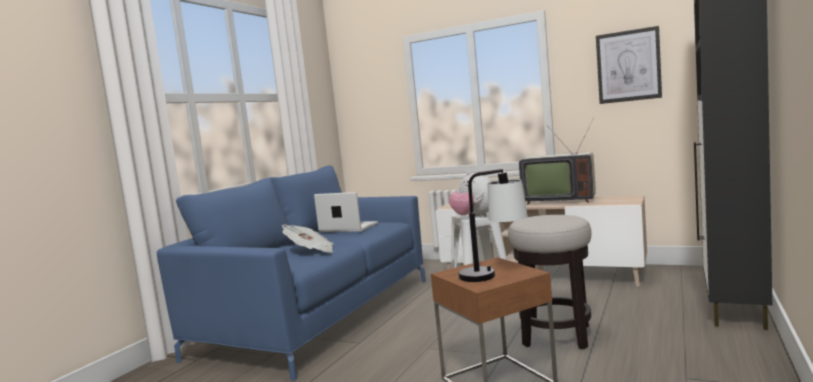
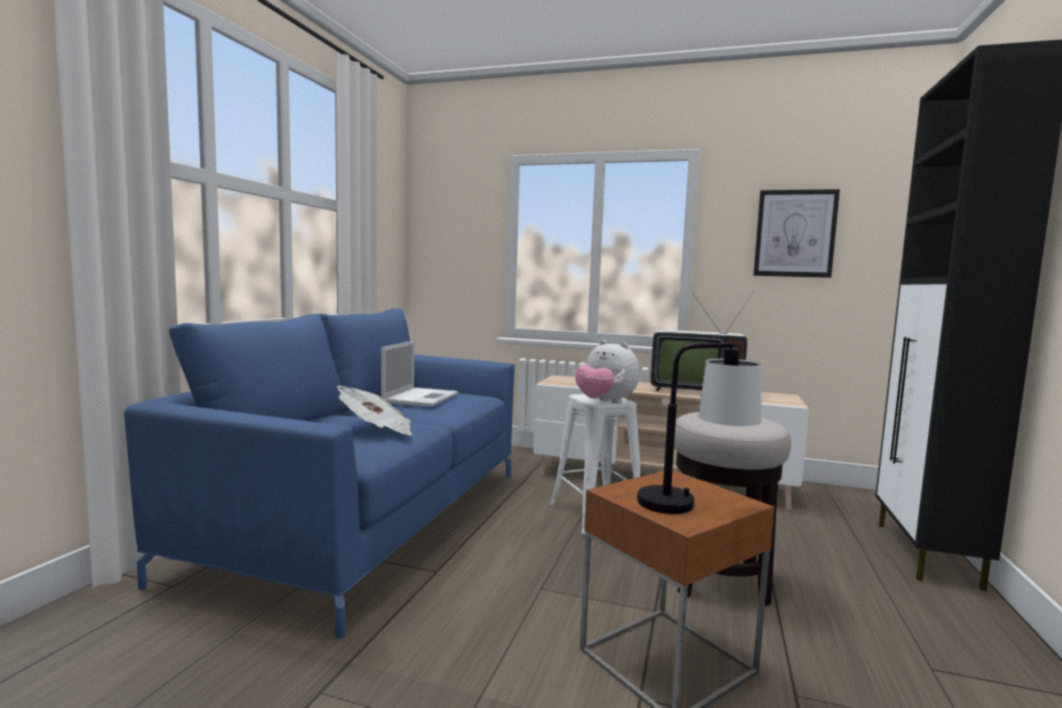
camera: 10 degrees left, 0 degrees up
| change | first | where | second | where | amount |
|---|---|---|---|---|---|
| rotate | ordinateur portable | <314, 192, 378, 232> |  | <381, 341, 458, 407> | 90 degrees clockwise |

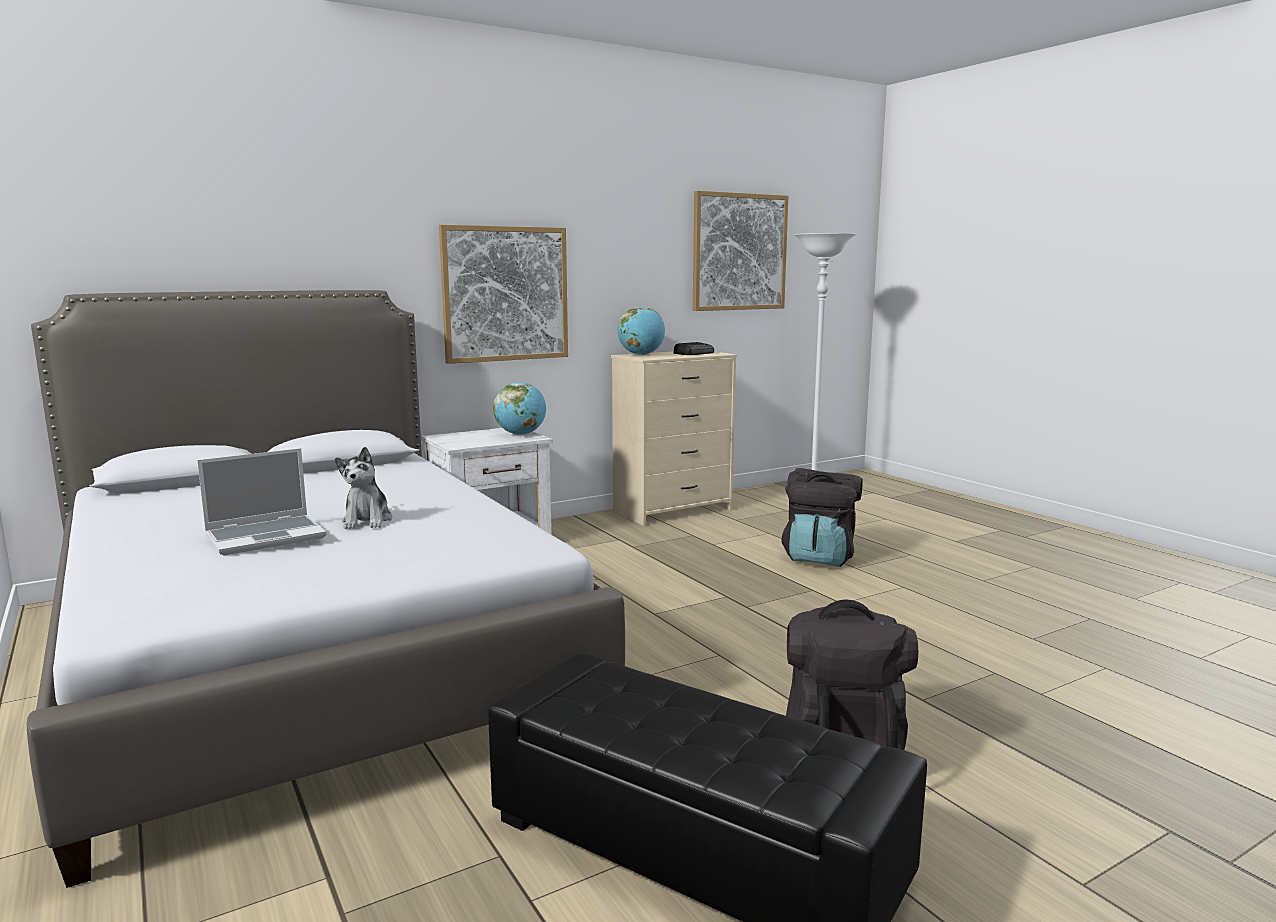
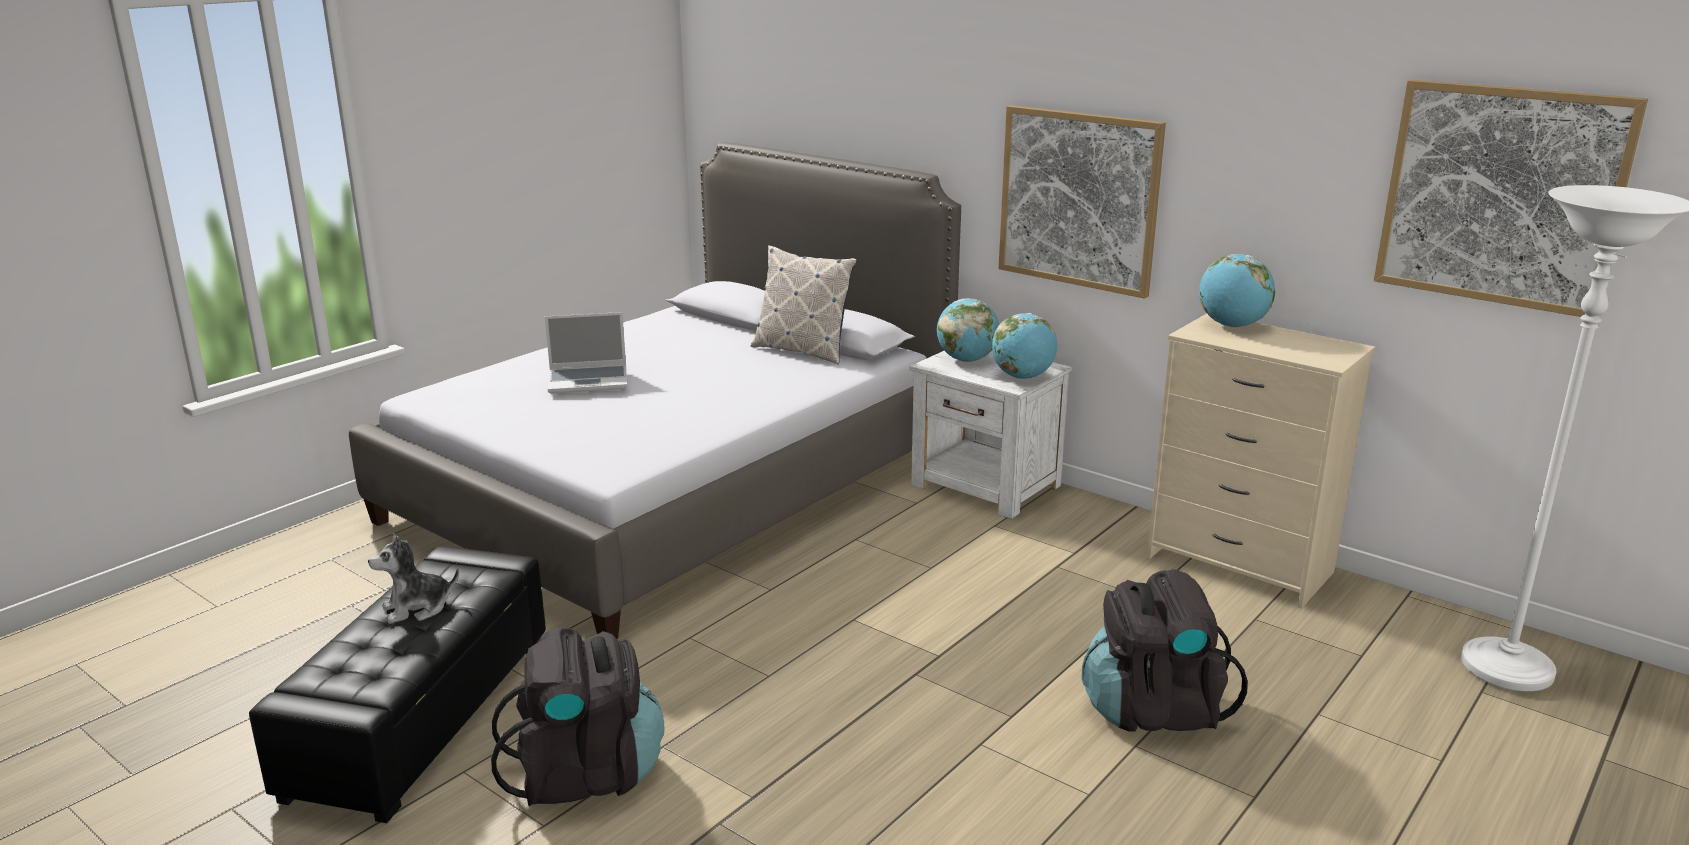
camera: 70 degrees right, 10 degrees up
| change | first | where | second | where | amount |
|---|---|---|---|---|---|
| delete | radio | <674, 342, 714, 355> |  |  |  |
| move | peluche | <335, 447, 392, 529> |  | <368, 533, 459, 624> |  |
| rotate | ordinateur portable | <197, 448, 326, 556> |  | <545, 312, 627, 394> | 45 degrees counterclockwise |
| insert |  |  | coussin | <751, 245, 857, 365> |  |
| insert |  |  | globe | <937, 298, 999, 362> |  |

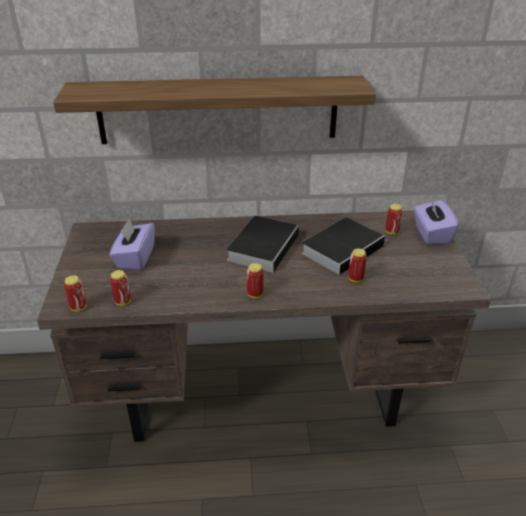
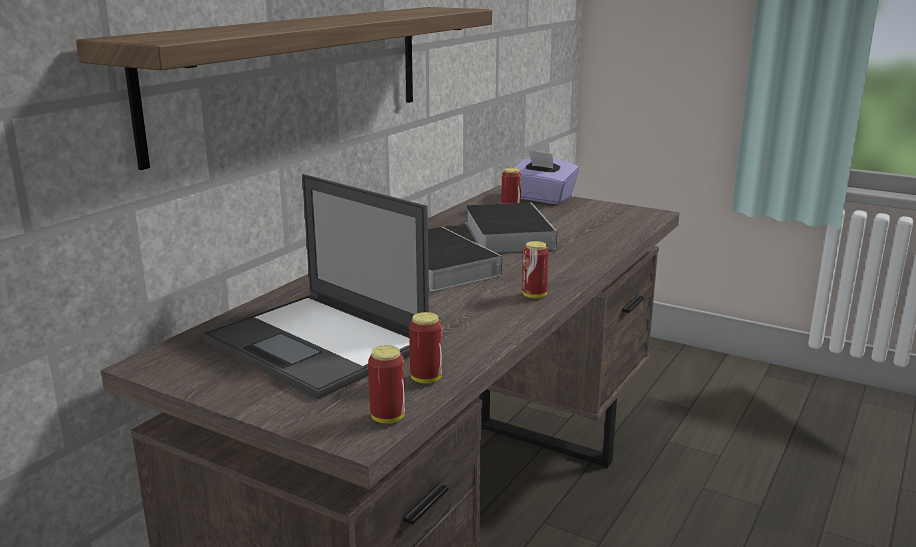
camera: 55 degrees left, 15 degrees down
| change | first | where | second | where | amount |
|---|---|---|---|---|---|
| replace | boîte à mouchoirs [violet] | <110, 219, 155, 271> | ordinateur portable | <203, 174, 429, 399> |  |
| delete | boîte métallique | <348, 248, 367, 283> |  |  |  |

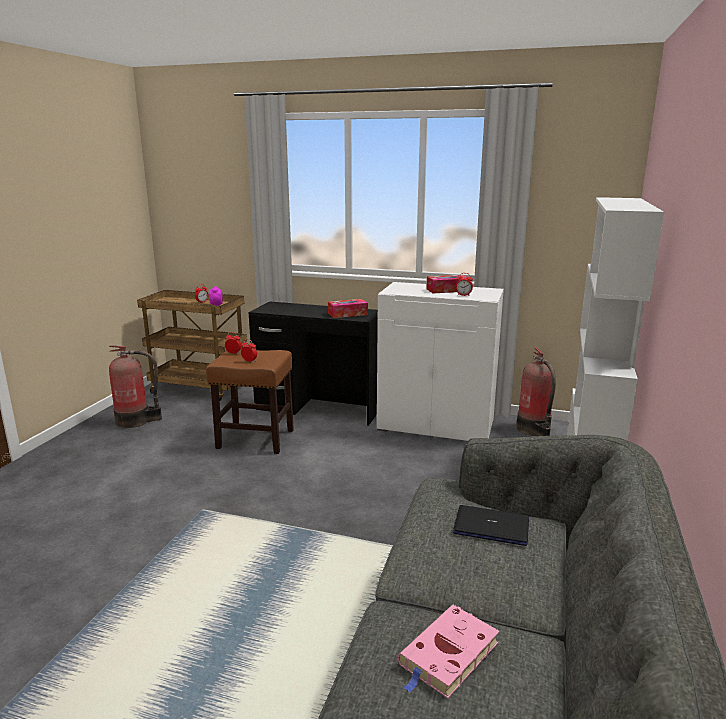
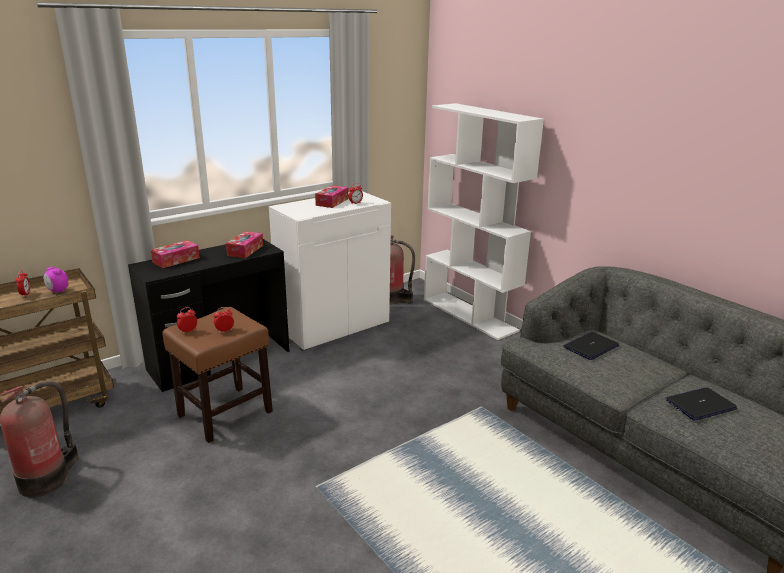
camera: 55 degrees left, 5 degrees up
| change | first | where | second | where | amount |
|---|---|---|---|---|---|
| replace | livre [rose] | <398, 605, 500, 698> | ordinateur portable | <666, 388, 737, 421> |  |
| insert |  |  | boîte à mouchoirs | <151, 240, 200, 268> |  |

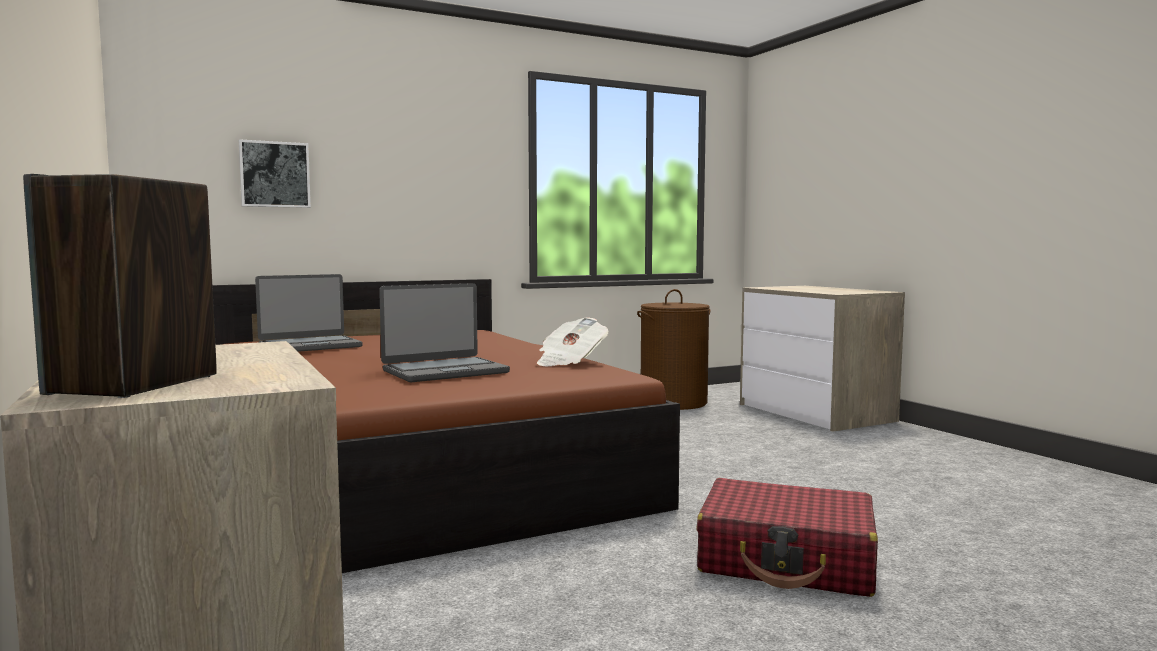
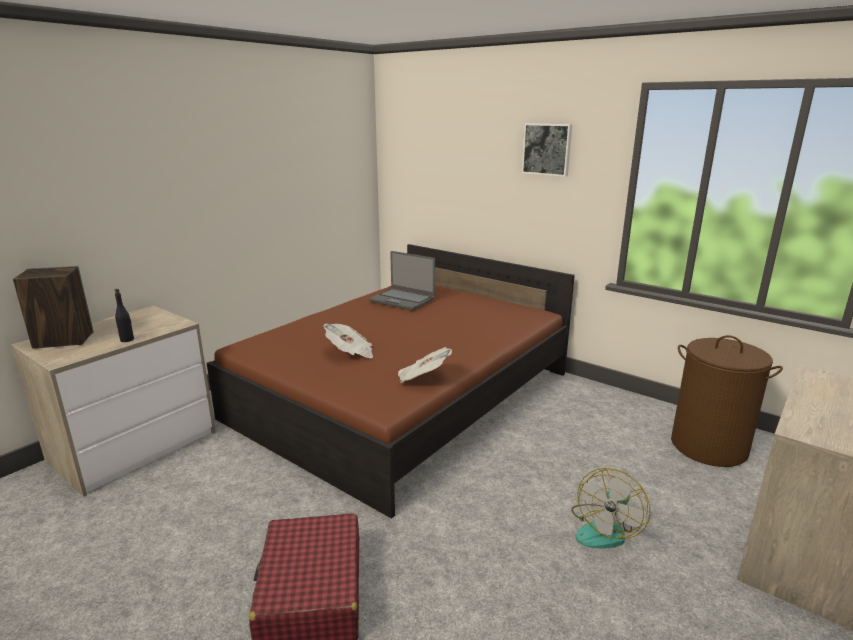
camera: 65 degrees right, 15 degrees up
| change | first | where | second | where | amount |
|---|---|---|---|---|---|
| move | tableau | <239, 139, 311, 208> |  | <522, 123, 572, 177> |  |
| replace | ordinateur portable | <379, 283, 510, 382> | journal | <323, 324, 373, 358> |  |
| insert |  |  | bouteille [noir] | <115, 289, 134, 342> |  |
| insert |  |  | ventilateur | <571, 468, 650, 548> |  |

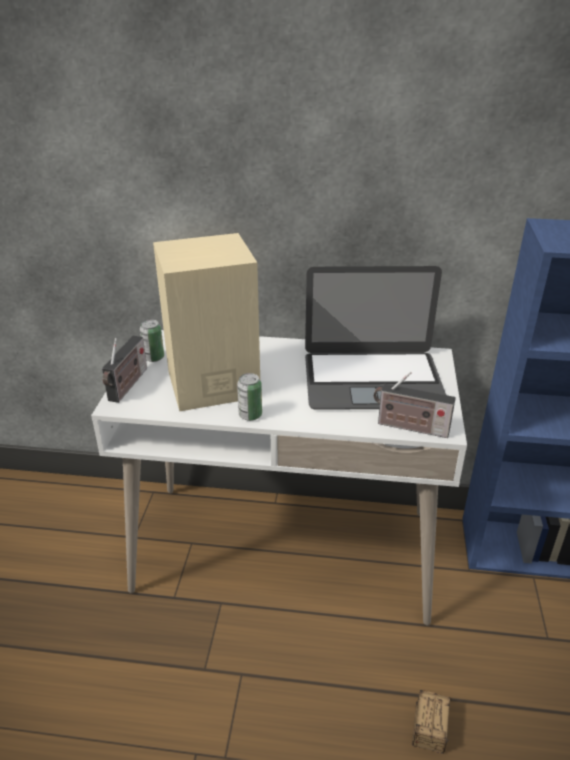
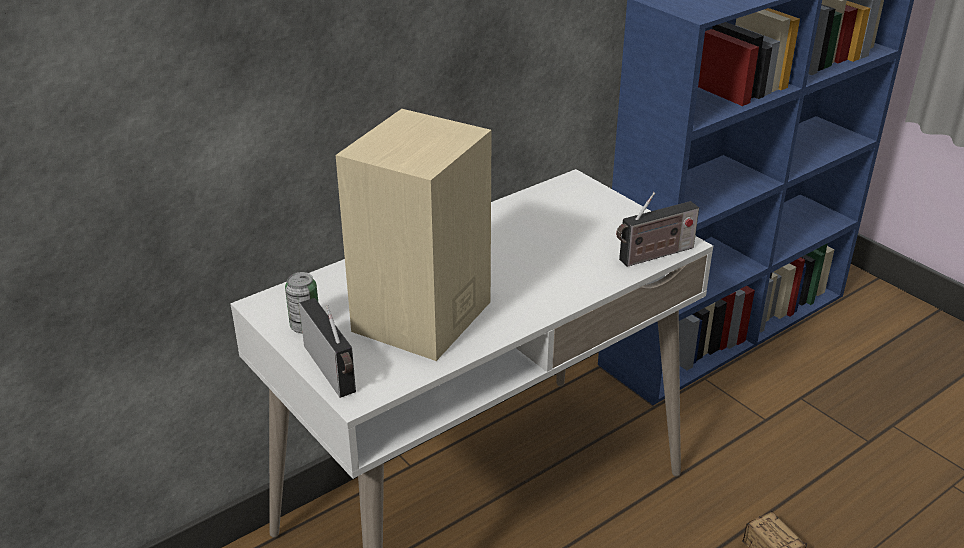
camera: 45 degrees left, 0 degrees up
| change | first | where | second | where | amount |
|---|---|---|---|---|---|
| delete | ordinateur portable | <305, 266, 446, 410> |  |  |  |
| delete | boîte métallique | <237, 373, 262, 421> |  |  |  |

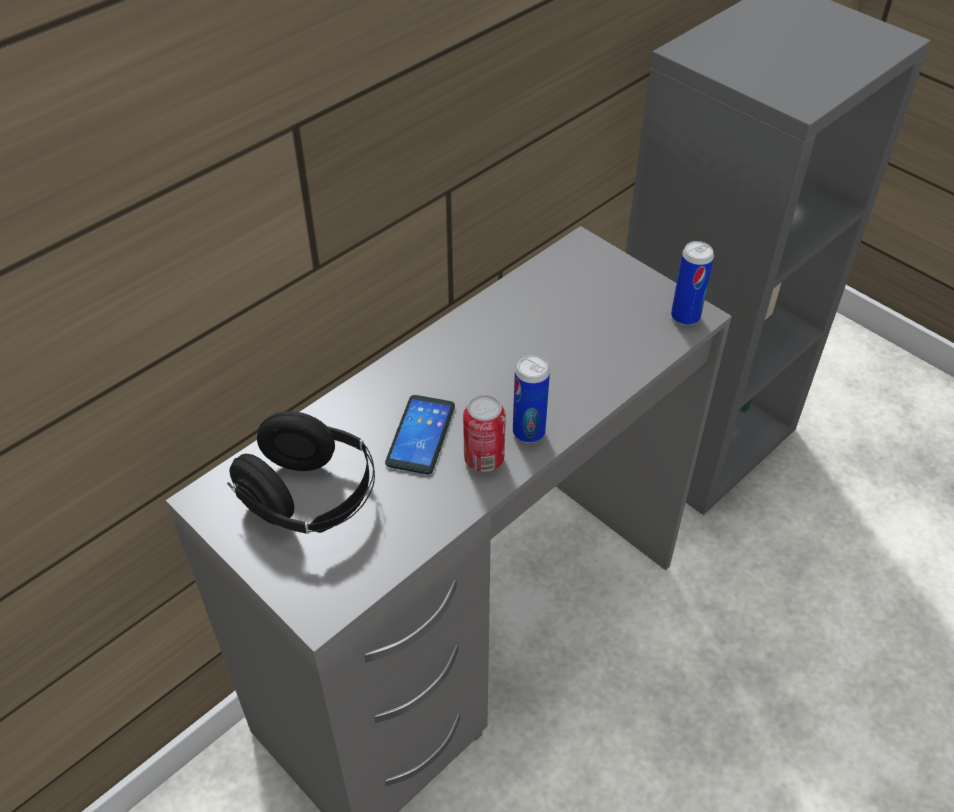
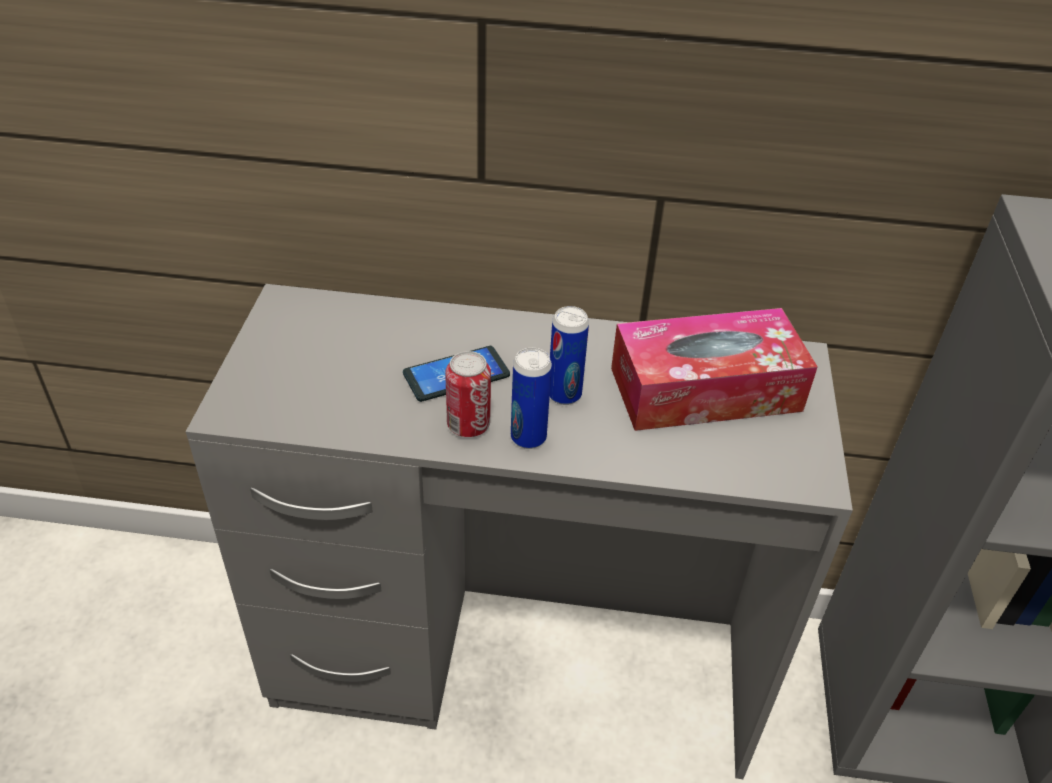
camera: 50 degrees right, 5 degrees down
| change | first | where | second | where | amount |
|---|---|---|---|---|---|
| move | boîte métallique | <671, 241, 714, 326> |  | <550, 306, 589, 405> |  |
| delete | casque audio [noir] | <227, 411, 375, 534> |  |  |  |
| insert |  |  | boîte à mouchoirs | <611, 308, 818, 431> |  |

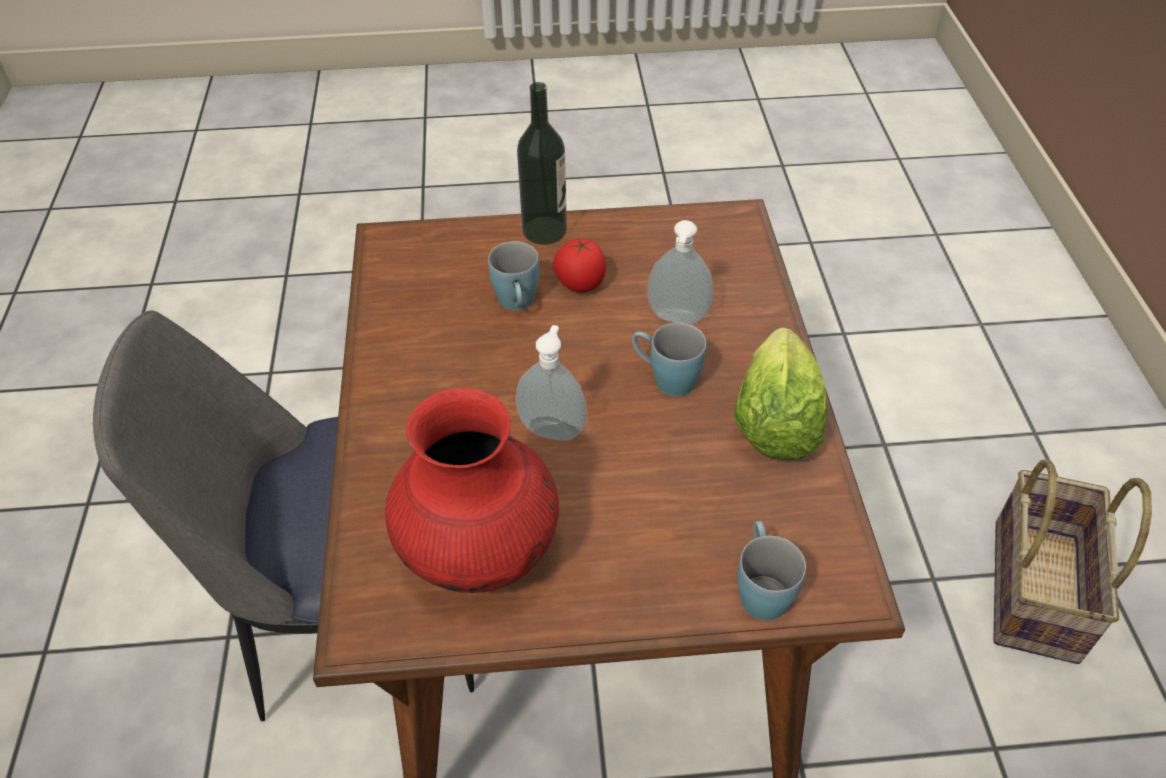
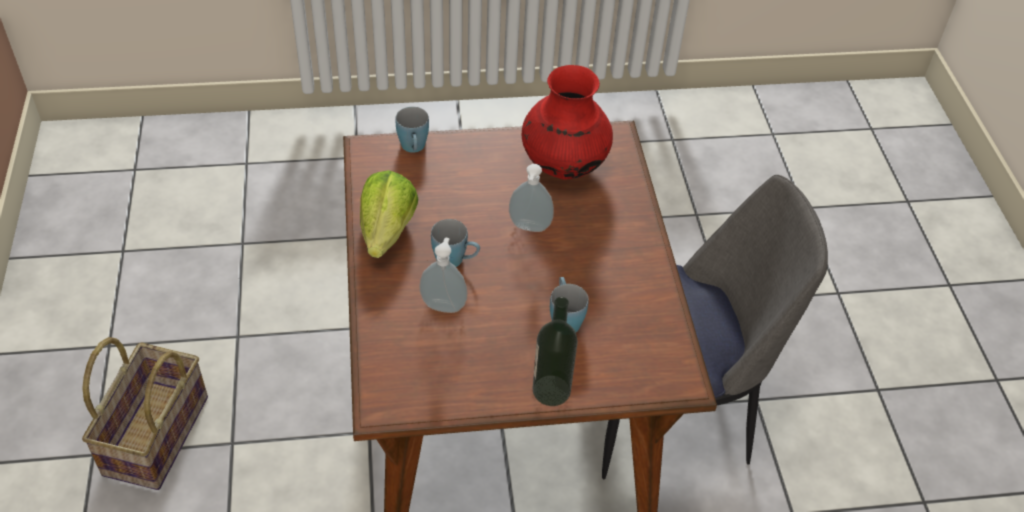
camera: 175 degrees right, 0 degrees up
| change | first | where | second | where | amount |
|---|---|---|---|---|---|
| delete | tomate | <553, 237, 606, 293> |  |  |  |

